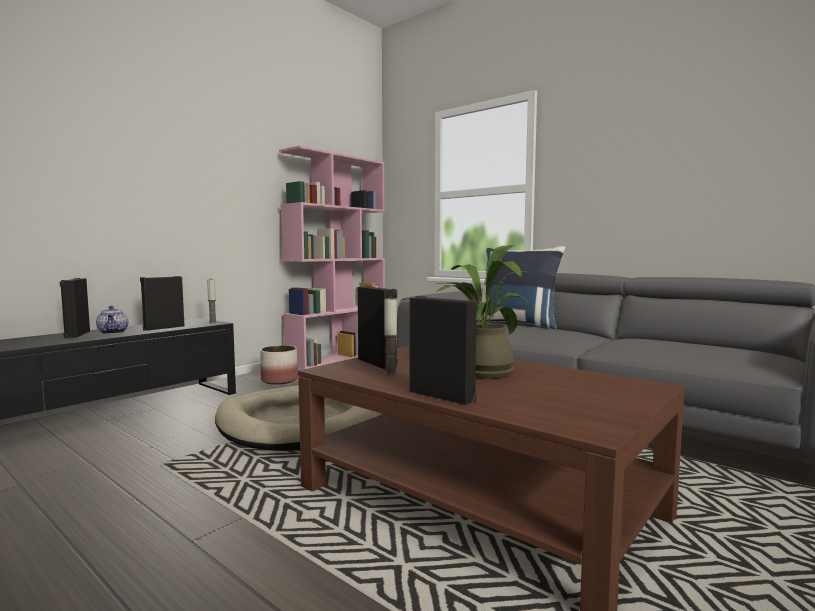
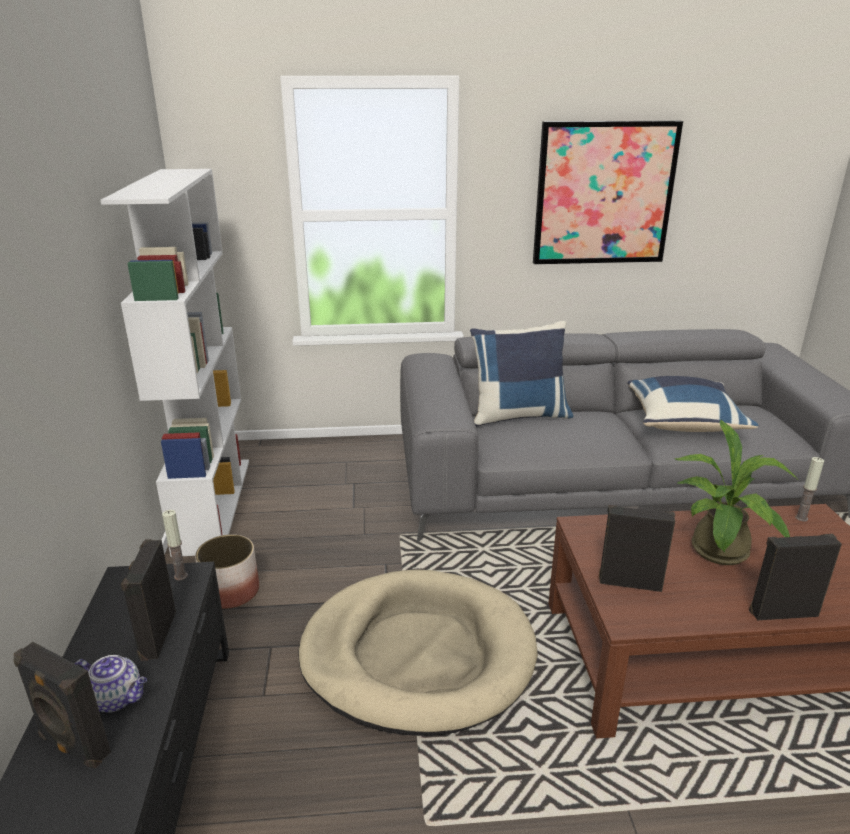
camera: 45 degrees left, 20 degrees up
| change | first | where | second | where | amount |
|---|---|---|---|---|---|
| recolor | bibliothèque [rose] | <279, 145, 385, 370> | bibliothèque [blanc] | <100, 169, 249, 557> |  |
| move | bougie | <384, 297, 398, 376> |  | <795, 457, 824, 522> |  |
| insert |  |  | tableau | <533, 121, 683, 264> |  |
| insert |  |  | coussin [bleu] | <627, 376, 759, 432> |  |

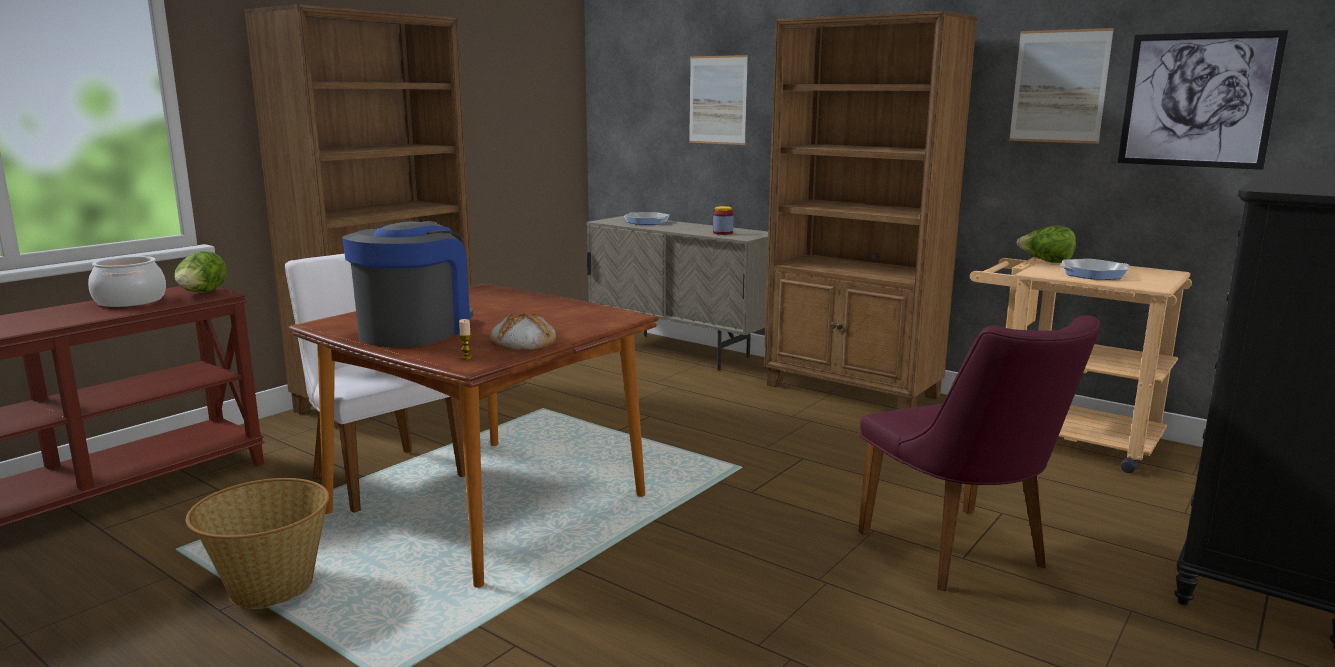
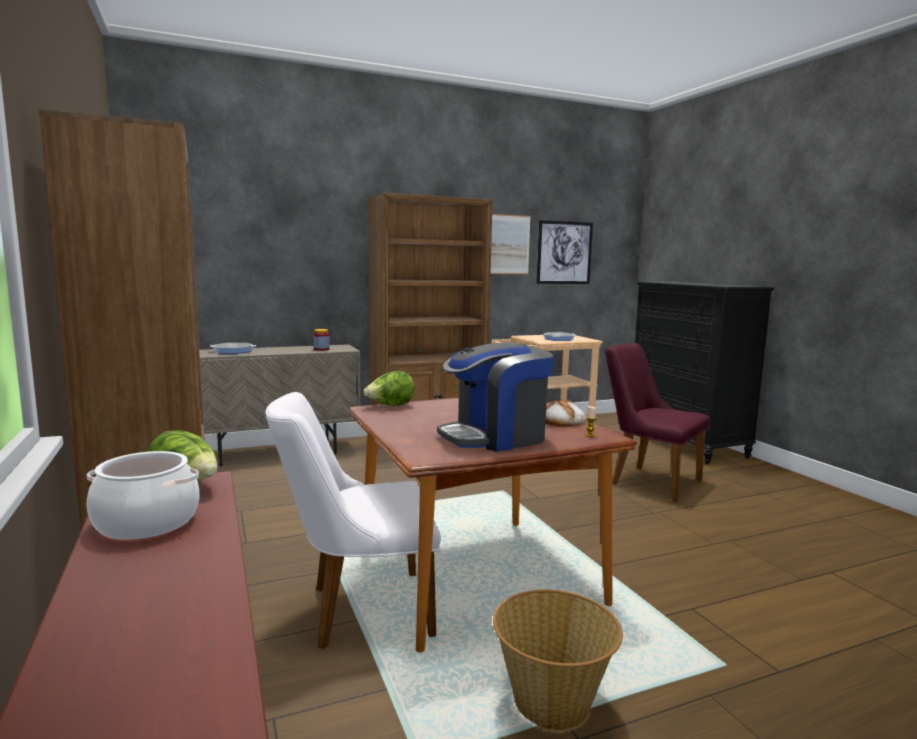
camera: 60 degrees left, 5 degrees down
| change | first | where | second | where | amount |
|---|---|---|---|---|---|
| delete | tableau | <689, 55, 748, 145> |  |  |  |
| rotate | machine à café | <342, 221, 473, 347> |  | <437, 342, 554, 452> | 75 degrees counterclockwise |
| move | laitue | <1017, 226, 1076, 263> |  | <363, 371, 415, 406> |  |
| rotate | chaise [violet] | <859, 315, 1100, 591> |  | <605, 343, 710, 502> | 150 degrees counterclockwise |

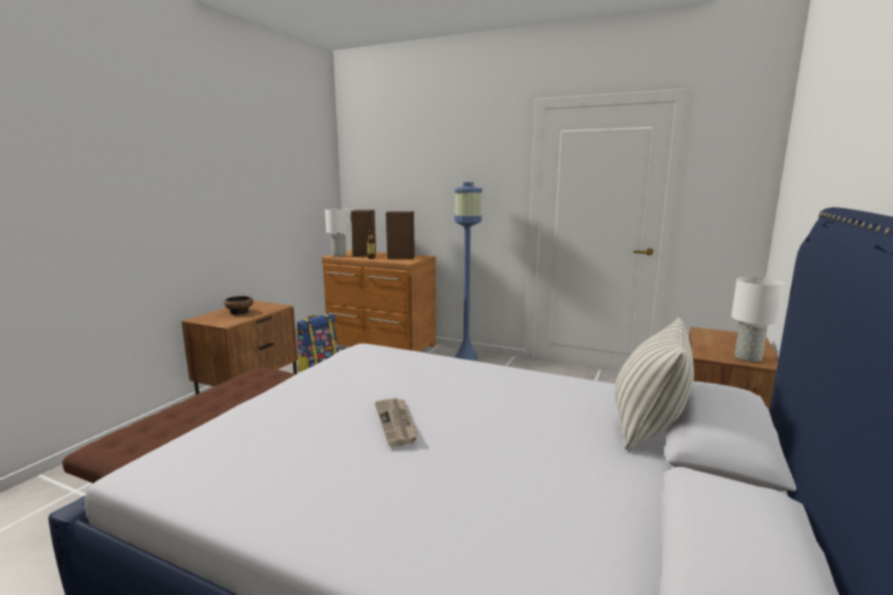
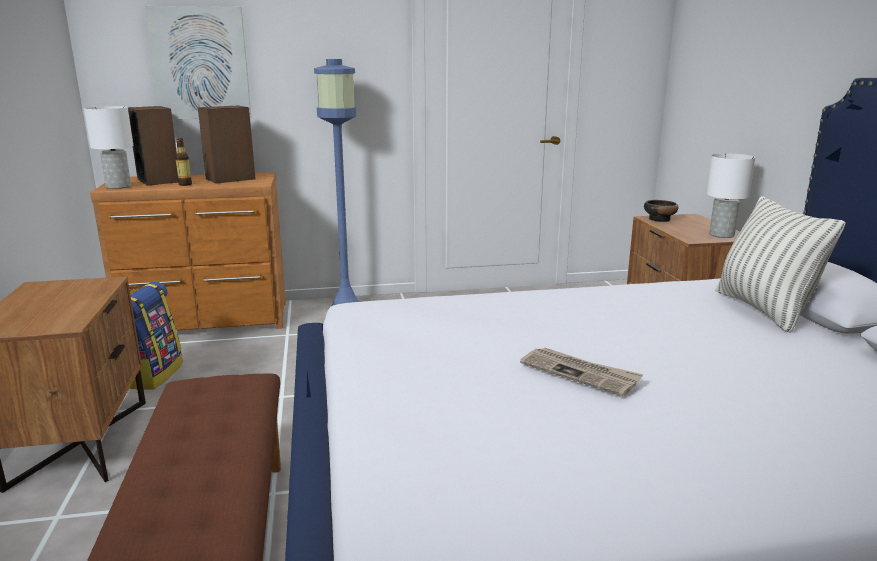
camera: 35 degrees left, 5 degrees up
| change | first | where | second | where | amount |
|---|---|---|---|---|---|
| move | bol | <224, 296, 253, 315> |  | <644, 200, 679, 222> |  |
| insert |  |  | tableau | <145, 6, 251, 119> |  |

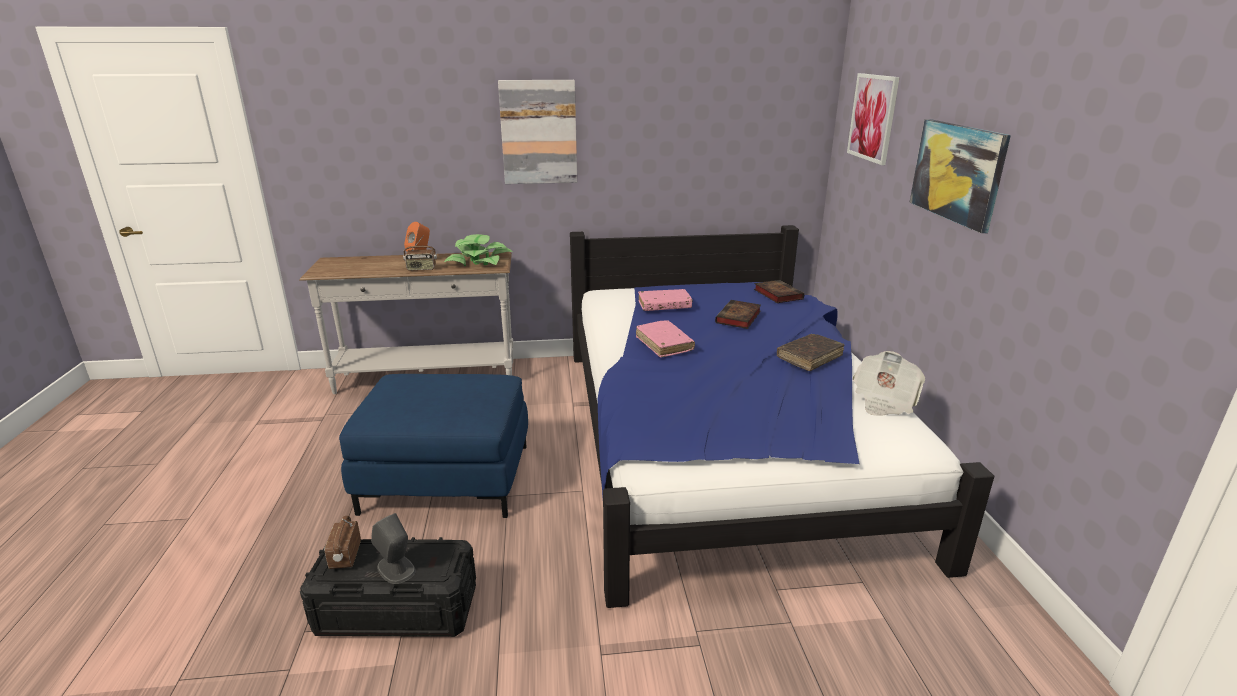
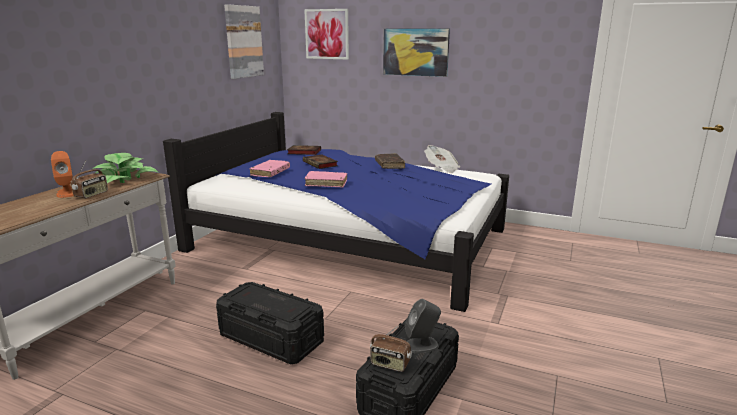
camera: 60 degrees left, 5 degrees down
| change | first | where | second | where | amount |
|---|---|---|---|---|---|
| move | tableau | <498, 80, 577, 184> |  | <224, 4, 264, 79> |  |
| replace | pouf [bleu] | <339, 374, 528, 518> | boîte de rangement [noir] | <216, 282, 324, 365> |  |

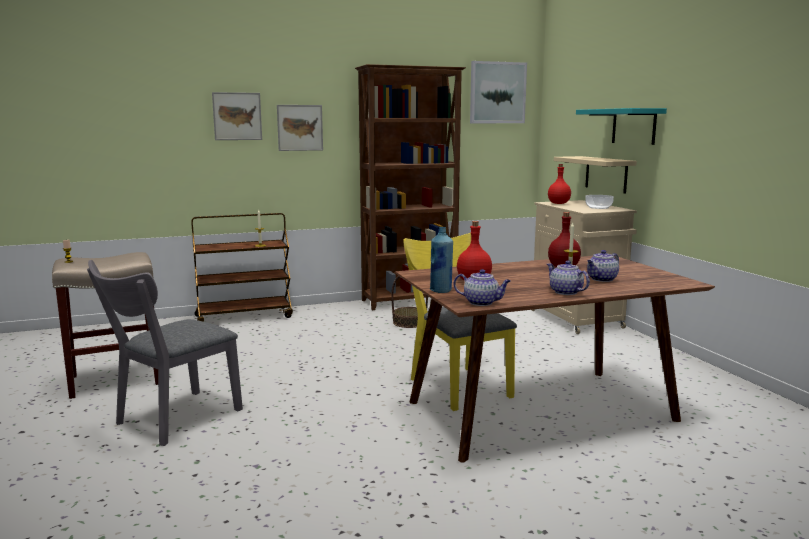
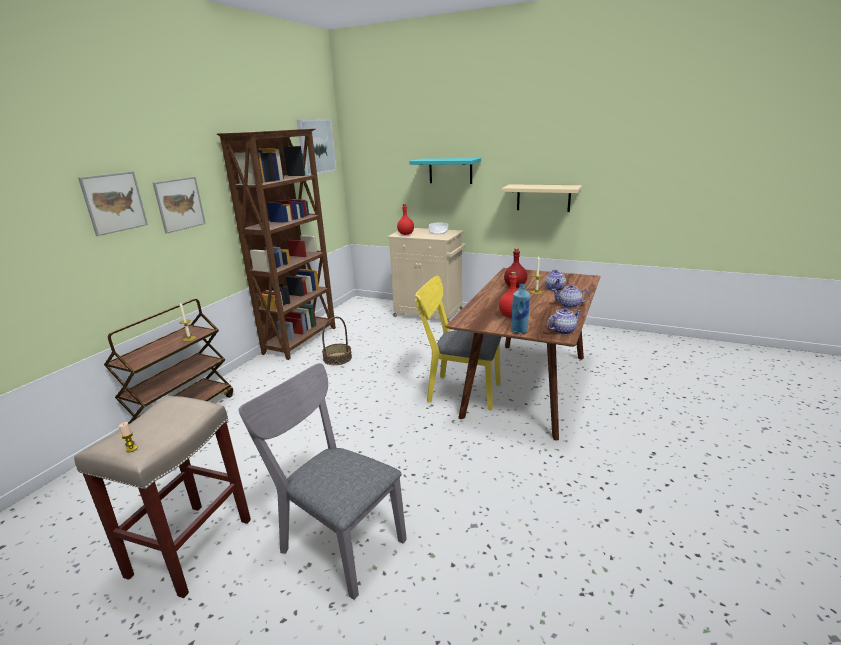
camera: 45 degrees left, 10 degrees up
| change | first | where | second | where | amount |
|---|---|---|---|---|---|
| move | étagère [beige] | <554, 156, 637, 193> |  | <501, 184, 582, 212> |  |
| rotate | chaise [gris] | <87, 260, 243, 446> |  | <239, 363, 407, 600> | 135 degrees clockwise |

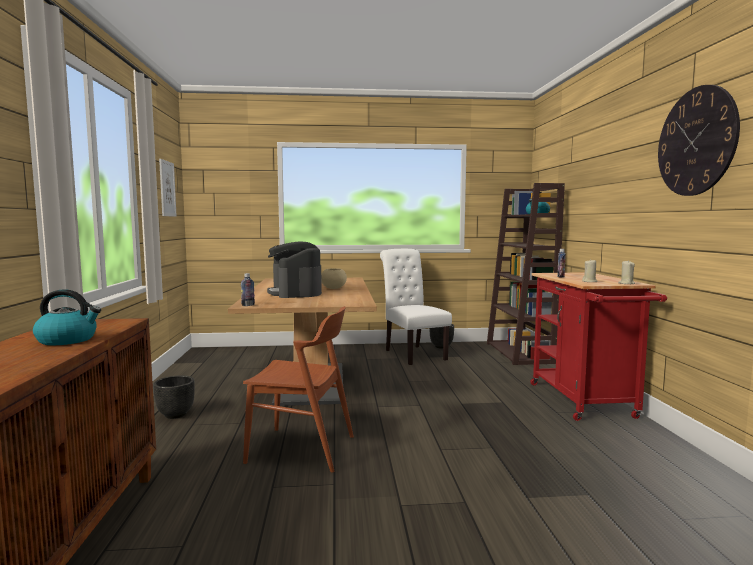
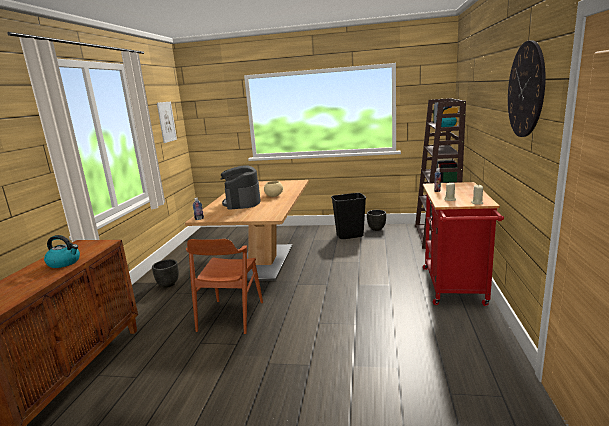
camera: 15 degrees right, 10 degrees up
| change | first | where | second | where | amount |
|---|---|---|---|---|---|
| replace | chaise [blanc] | <380, 249, 452, 365> | poubelle [noir] | <331, 193, 366, 239> |  |
| rotate | chaise [marron] | <243, 306, 354, 472> |  | <186, 239, 263, 334> | 75 degrees clockwise |

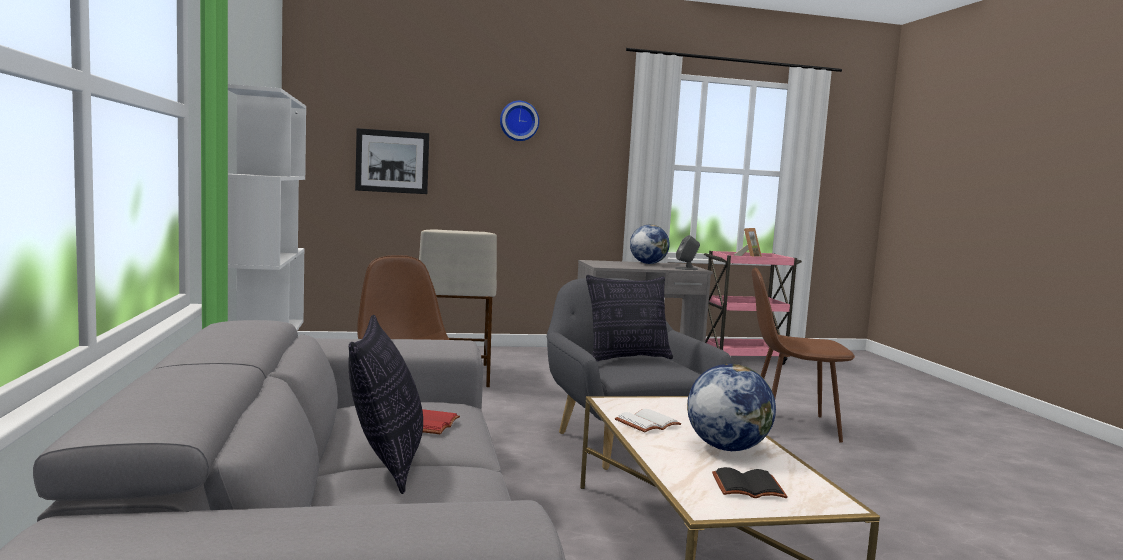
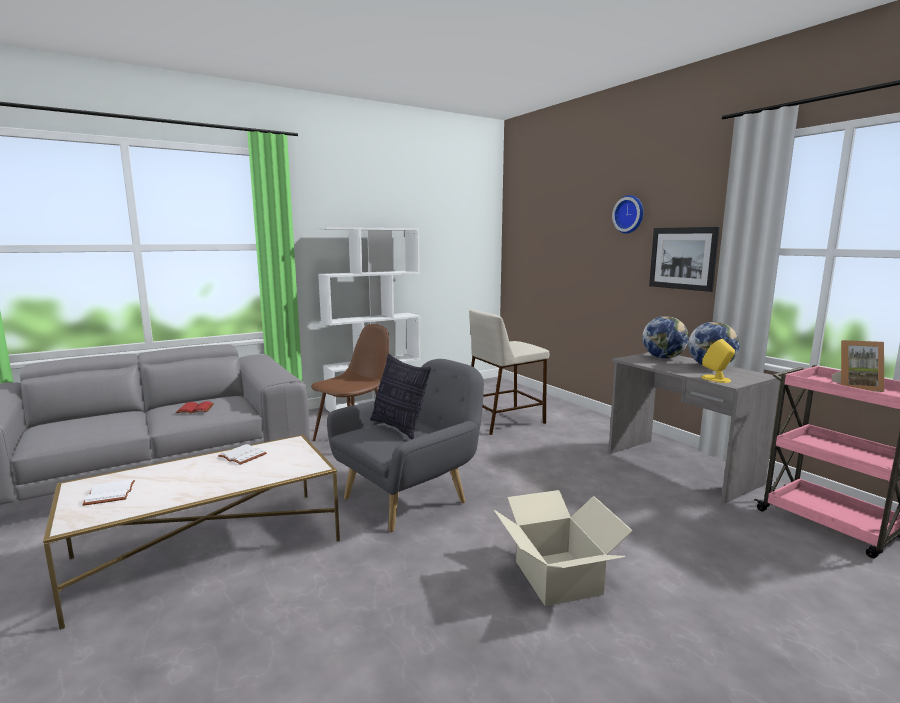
camera: 70 degrees right, 5 degrees up
| change | first | where | second | where | amount |
|---|---|---|---|---|---|
| move | tableau | <355, 128, 429, 194> |  | <649, 227, 720, 292> |  |
| recolor | enceinte [gris] | <675, 235, 700, 270> | enceinte [jaune] | <701, 339, 735, 383> |  |
| replace | chaise [marron] | <752, 268, 855, 443> | carton | <494, 490, 633, 606> |  |
| delete | coussin | <348, 315, 423, 494> |  |  |  |
| move | globe | <687, 364, 776, 451> |  | <642, 316, 689, 359> |  |
| recolor | livre [noir] | <712, 467, 788, 498> | livre [blanc] | <82, 479, 135, 506> |  |

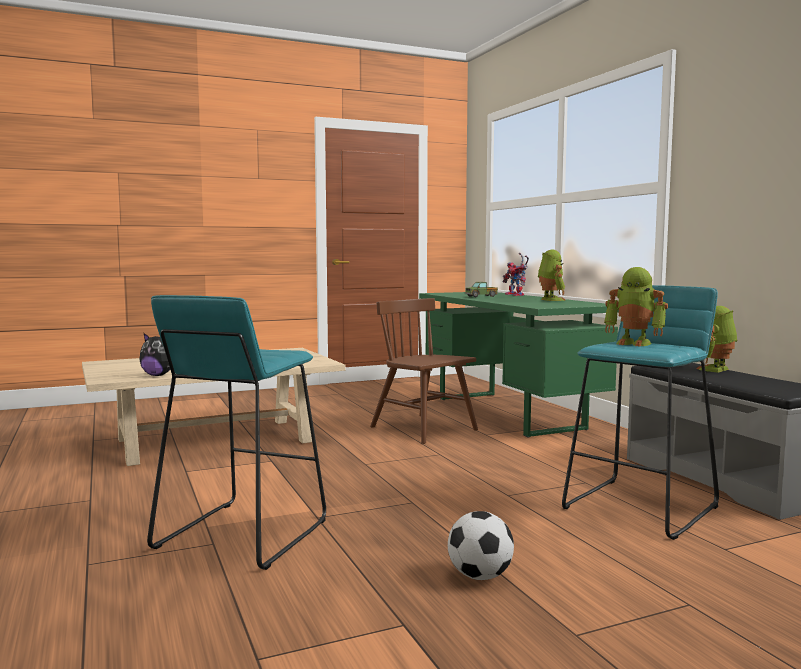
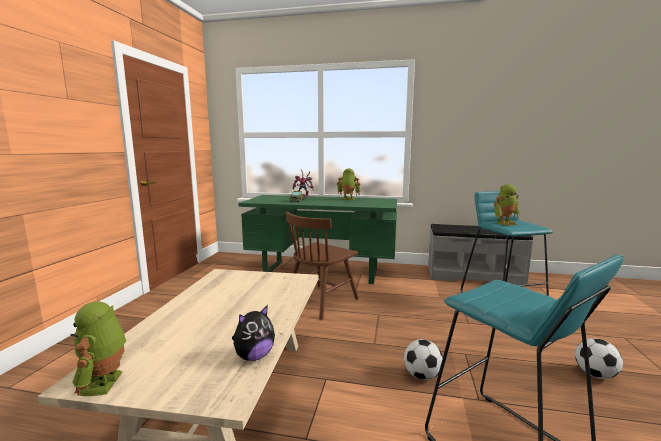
camera: 55 degrees left, 5 degrees up
| change | first | where | second | where | amount |
|---|---|---|---|---|---|
| rotate | chaise [marron] | <370, 298, 478, 444> |  | <286, 212, 358, 320> | 45 degrees counterclockwise |
| move | robot jouet | <697, 306, 737, 373> |  | <71, 301, 126, 396> |  |
| insert |  |  | ballon de foot | <404, 339, 443, 380> |  |

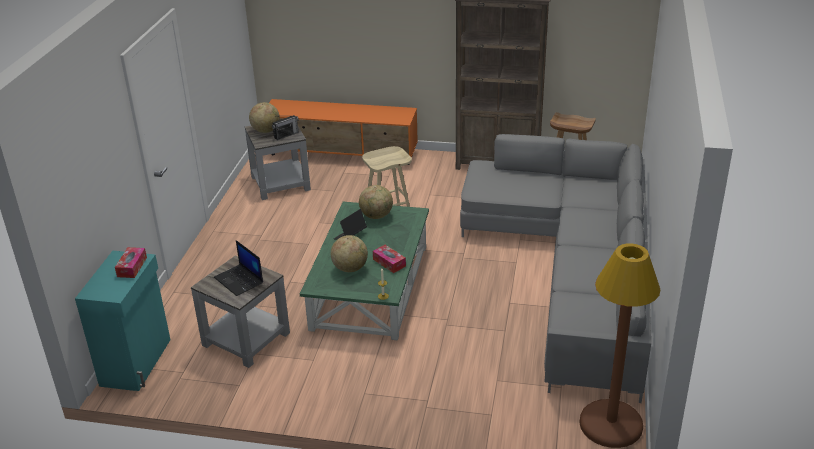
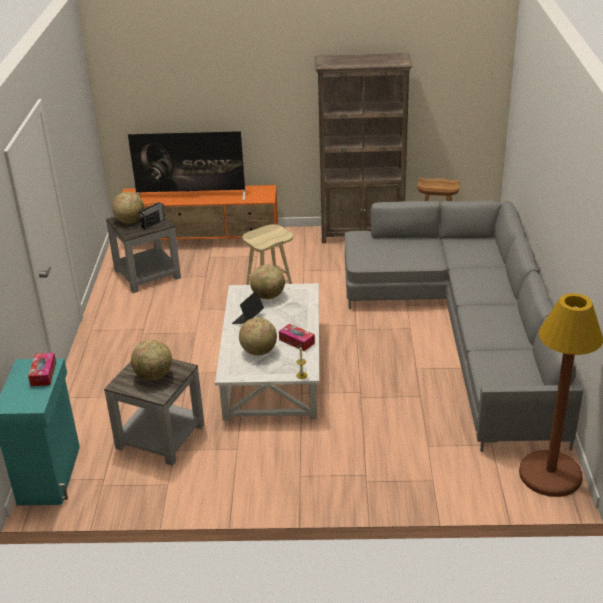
camera: 10 degrees left, 0 degrees up
| change | first | where | second | where | amount |
|---|---|---|---|---|---|
| recolor | table basse [vert] | <300, 202, 429, 340> | table basse [blanc] | <215, 283, 319, 420> |  |
| replace | ordinateur portable | <214, 240, 263, 296> | globe | <131, 340, 172, 380> |  |
| insert |  |  | téléviseur | <128, 131, 246, 200> |  |

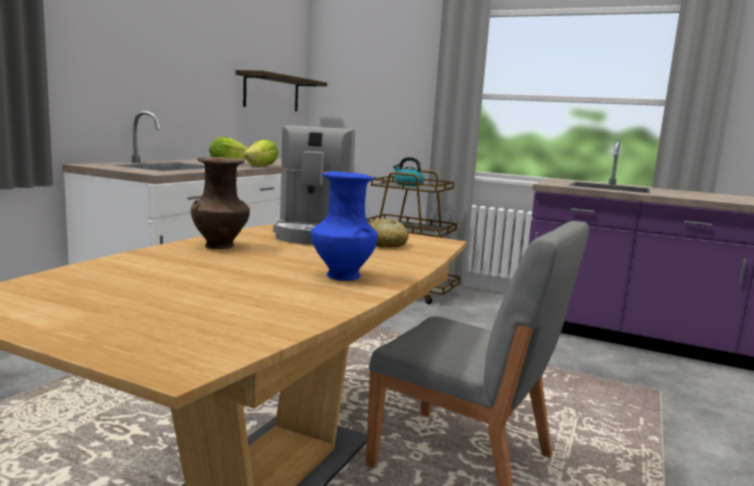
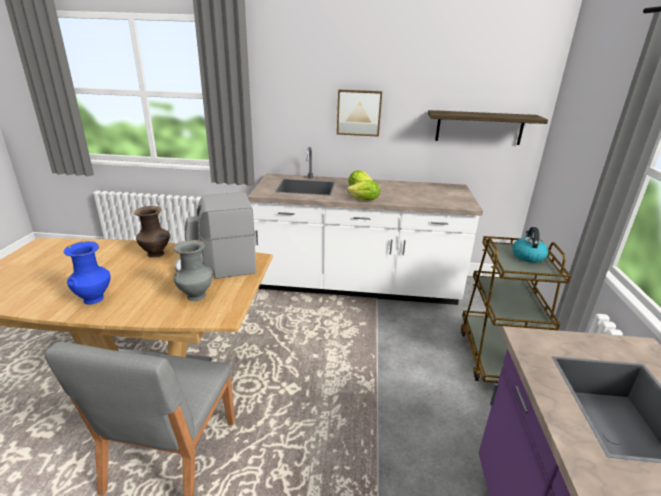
camera: 70 degrees right, 15 degrees up
| change | first | where | second | where | amount |
|---|---|---|---|---|---|
| replace | pain | <369, 218, 409, 248> | vase [gris] | <173, 240, 213, 301> |  |
| insert |  |  | tableau | <337, 90, 382, 137> |  |

